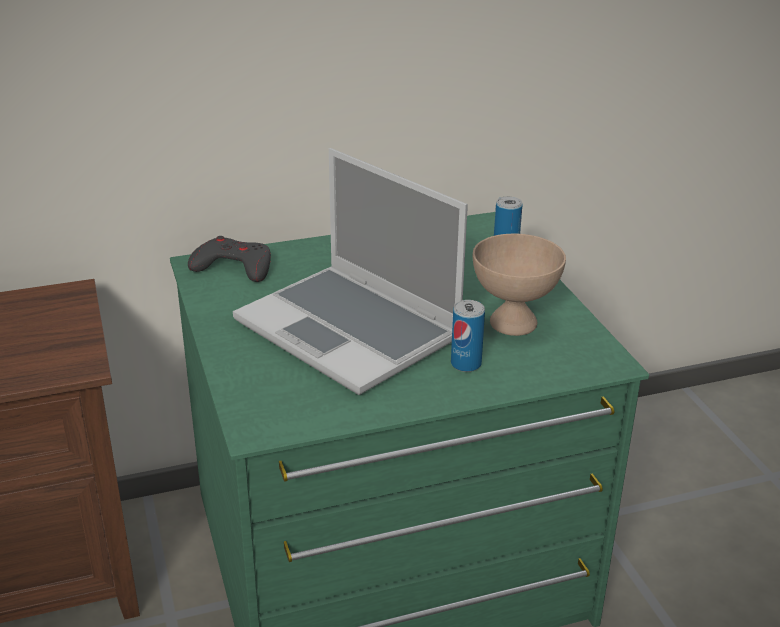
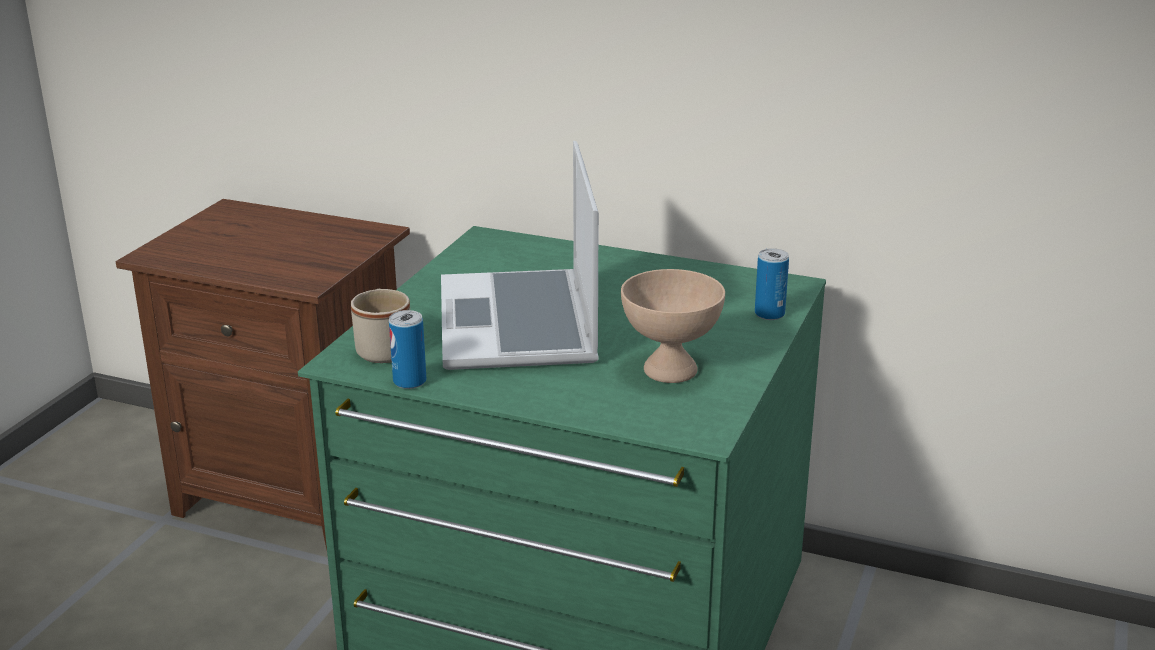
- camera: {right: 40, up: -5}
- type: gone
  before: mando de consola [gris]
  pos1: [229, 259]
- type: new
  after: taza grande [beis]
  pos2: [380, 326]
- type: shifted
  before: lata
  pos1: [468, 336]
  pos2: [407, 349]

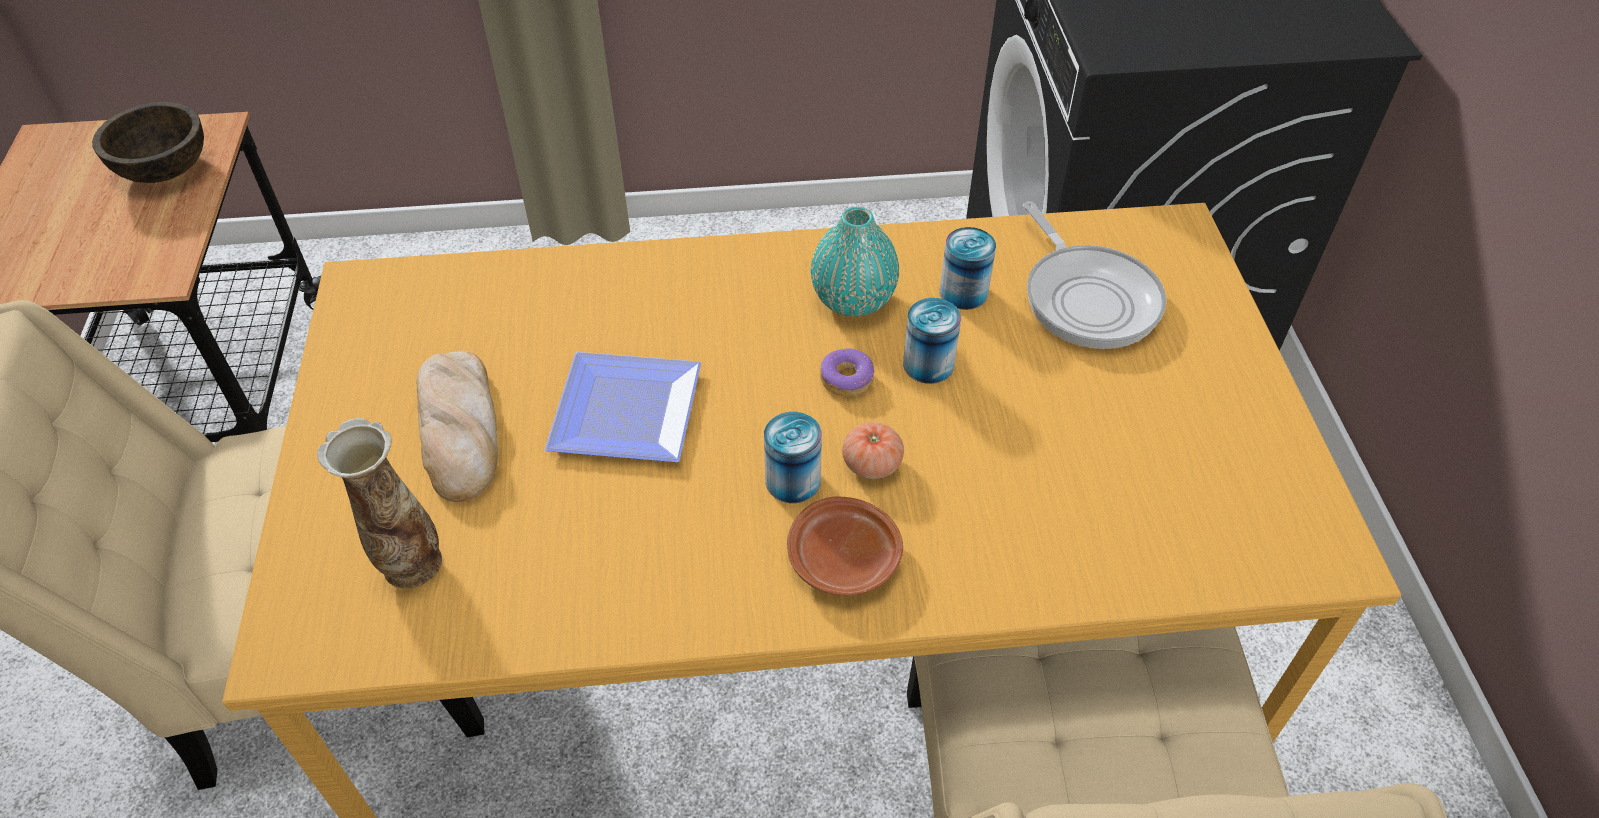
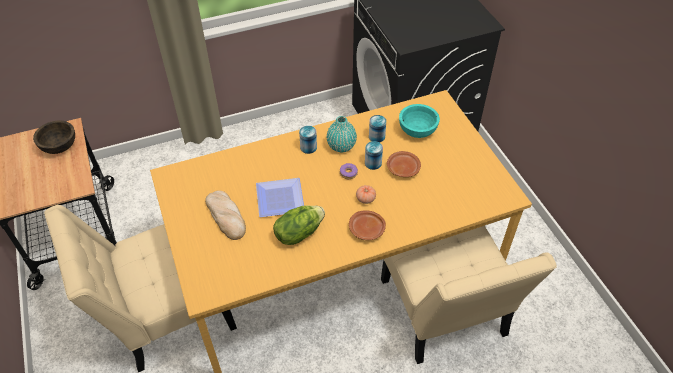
- camera: {right: -15, up: 0}
- type: gone
  before: florero
  pos1: [379, 503]
- type: new
  after: lechuga
  pos2: [299, 225]
- type: new
  after: plato [marrón]
  pos2: [404, 164]
- type: shifted
  before: lata
  pos1: [793, 457]
  pos2: [308, 140]
- type: swapped
  before: sartén
  after: cuenco [turquesa]
  pos1: [1094, 275]
  pos2: [419, 121]

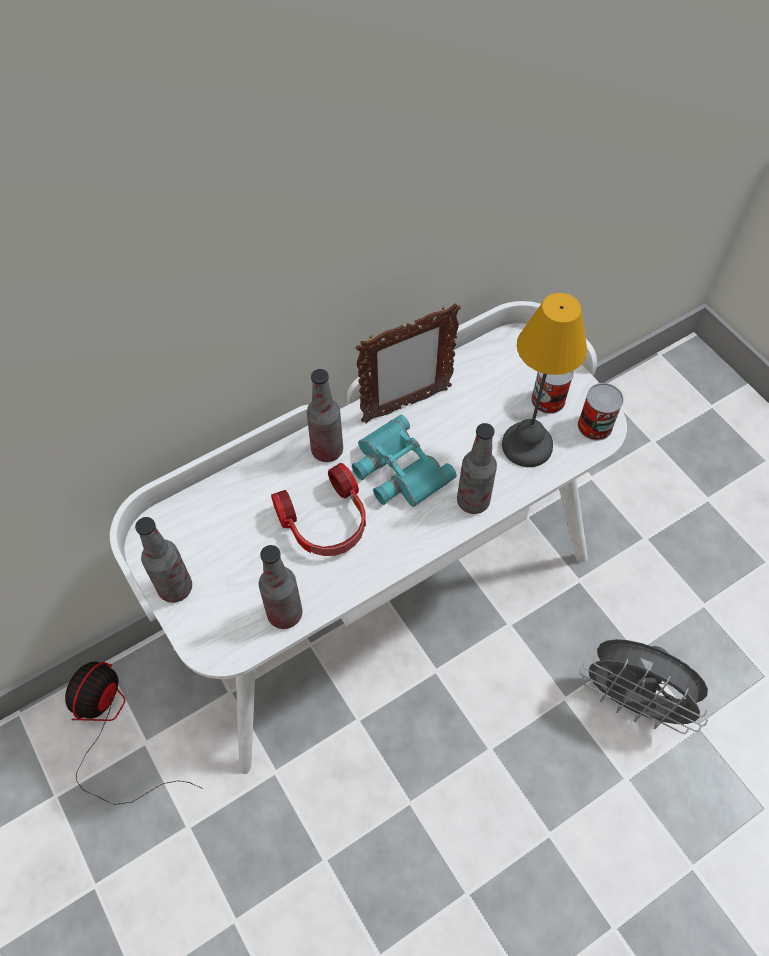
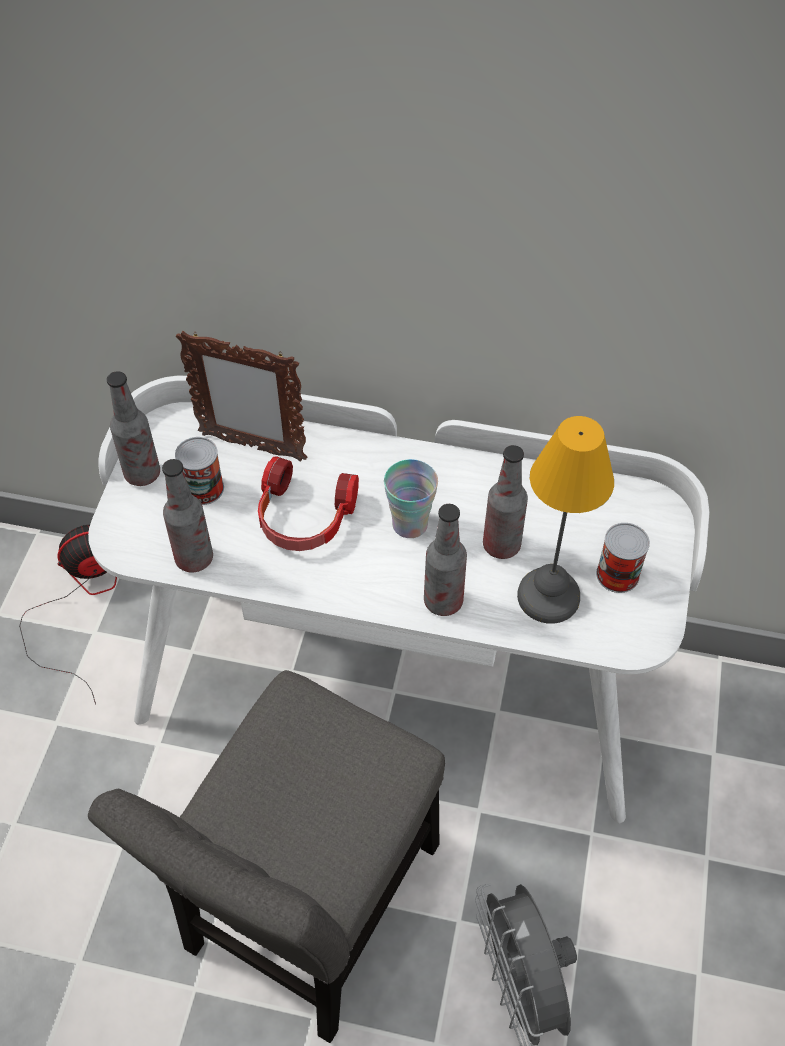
- camera: {right: 45, up: -5}
- type: new
  after: silla [gris]
  pos2: [266, 856]
- type: shifted
  before: botella
  pos1: [325, 415]
  pos2: [505, 502]
- type: shifted
  before: portarretratos
  pos1: [408, 363]
  pos2: [241, 396]
- type: shifted
  before: lata
  pos1: [601, 412]
  pos2: [199, 471]
- type: swapped
  before: prismáticos [turquesa]
  after: taza
  pos1: [404, 461]
  pos2: [411, 498]

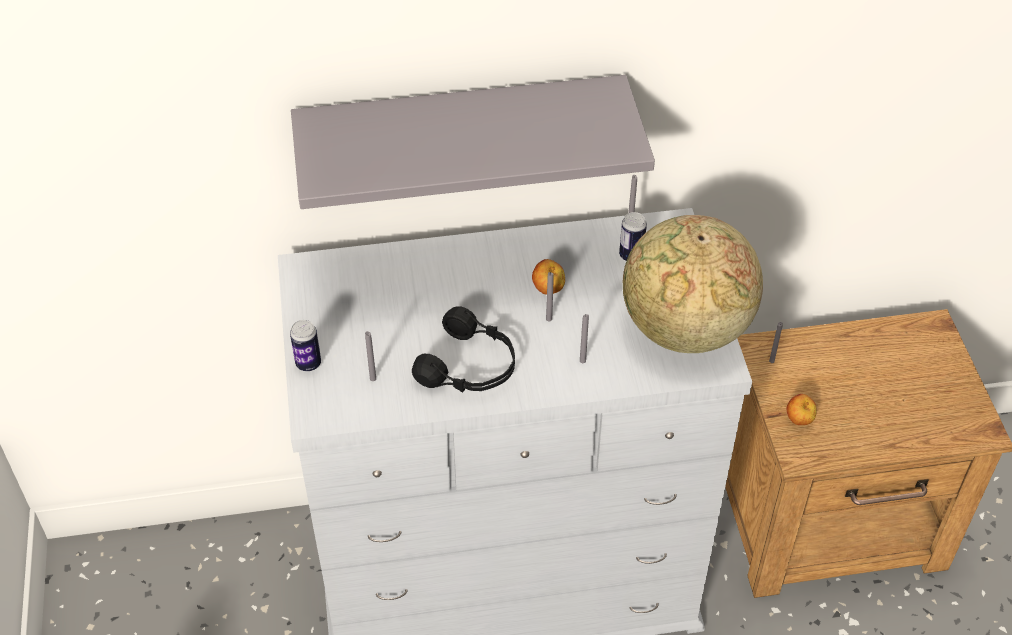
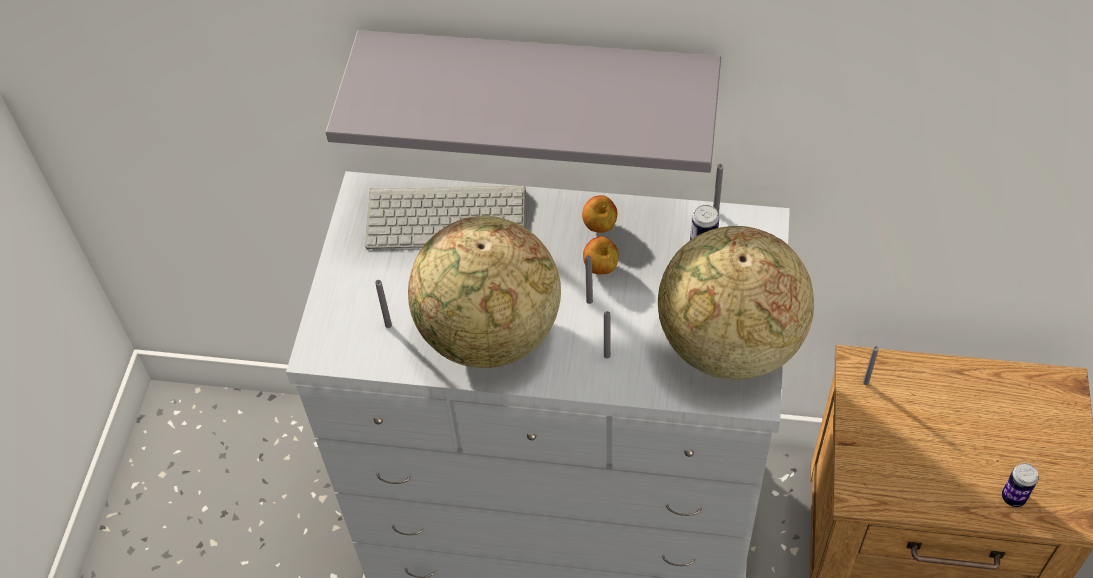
- camera: {right: 20, up: 5}
- type: new
  after: teclado
  pos2: [445, 217]
- type: shifted
  before: lata
  pos1: [305, 345]
  pos2: [1020, 485]
- type: shifted
  before: manzana
  pos1: [802, 409]
  pos2: [600, 214]
- type: swapped
  before: auriculares [negro]
  after: globo terráqueo
  pos1: [463, 349]
  pos2: [484, 292]

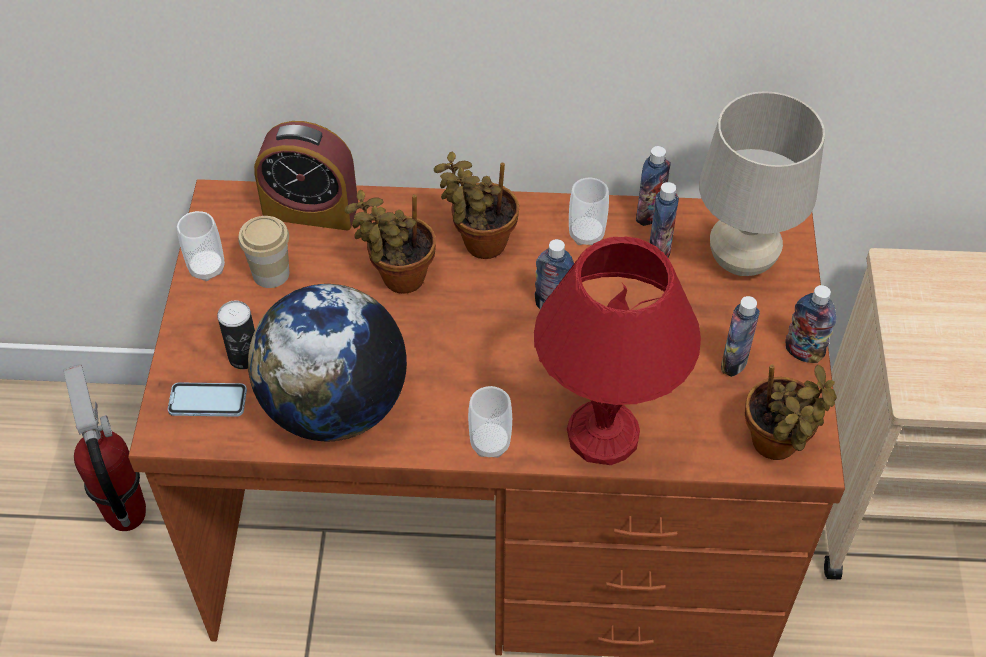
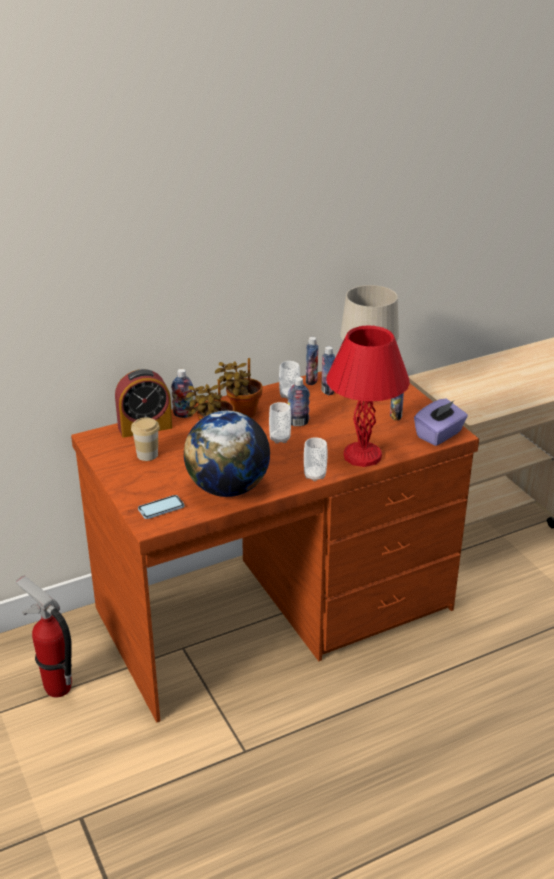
- camera: {right: -30, up: -20}
- type: gone
  before: lata
  pos1: [236, 335]
- type: shifted
  before: taza
  pos1: [201, 246]
  pos2: [280, 423]
- type: shifted
  before: botella
  pos1: [811, 324]
  pos2: [182, 393]
- type: swapped
  before: planta en maceta
  after: caja de pañuelos [morado]
  pos1: [791, 412]
  pos2: [441, 422]

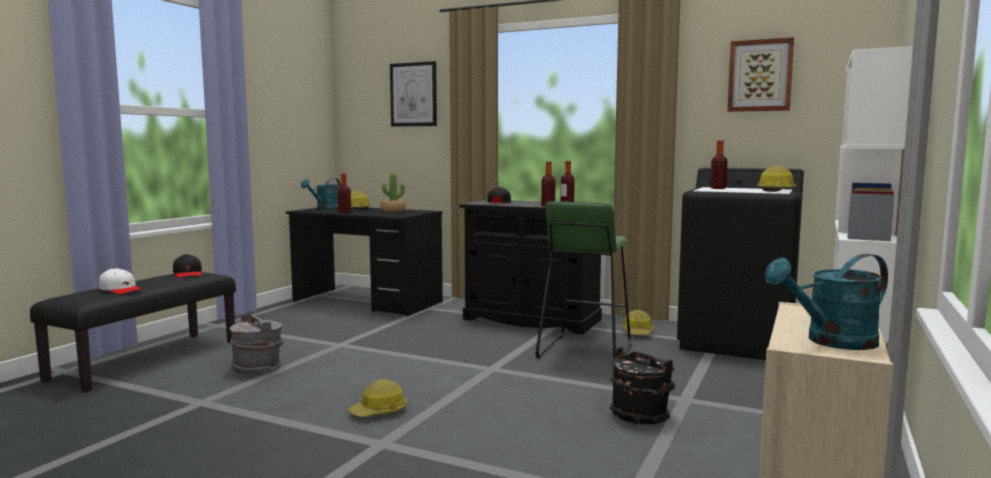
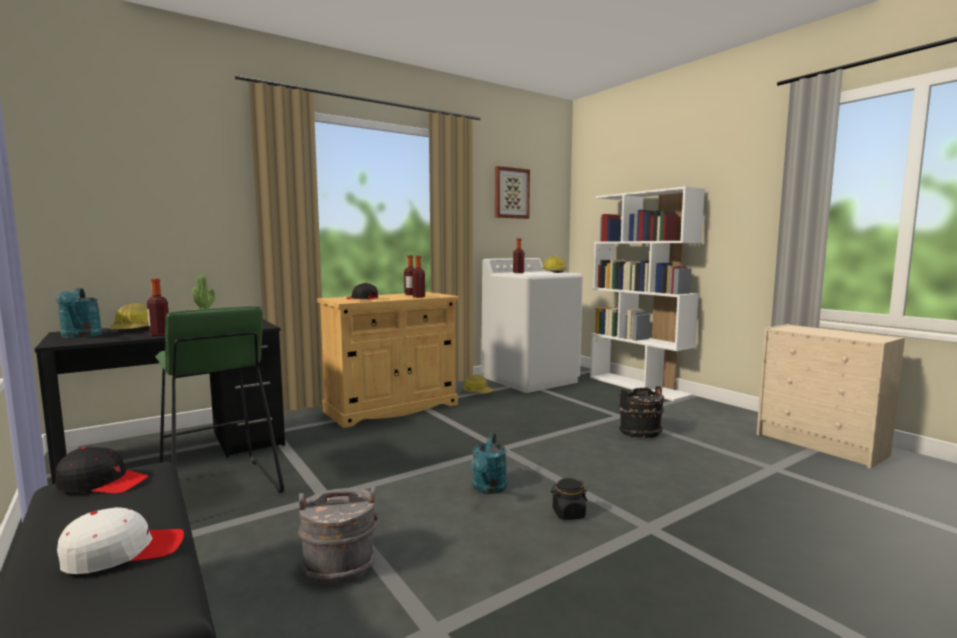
- camera: {right: -60, up: 0}
- type: gone
  before: cuadro
  pos1: [413, 94]
- type: shifted
  before: taburete [verde]
  pos1: [583, 280]
  pos2: [219, 399]
- type: shifted
  before: regadera [turquesa]
  pos1: [826, 302]
  pos2: [489, 463]
- type: swapped
  before: casco
  after: tarro [negro]
  pos1: [377, 398]
  pos2: [569, 499]
- type: repainted
  before: armario [negro]
  after: armario [beis]
  pos1: [531, 267]
  pos2: [388, 360]
- type: repainted
  before: lavadora [negro]
  after: lavadora [blanco]
  pos1: [740, 264]
  pos2: [532, 325]

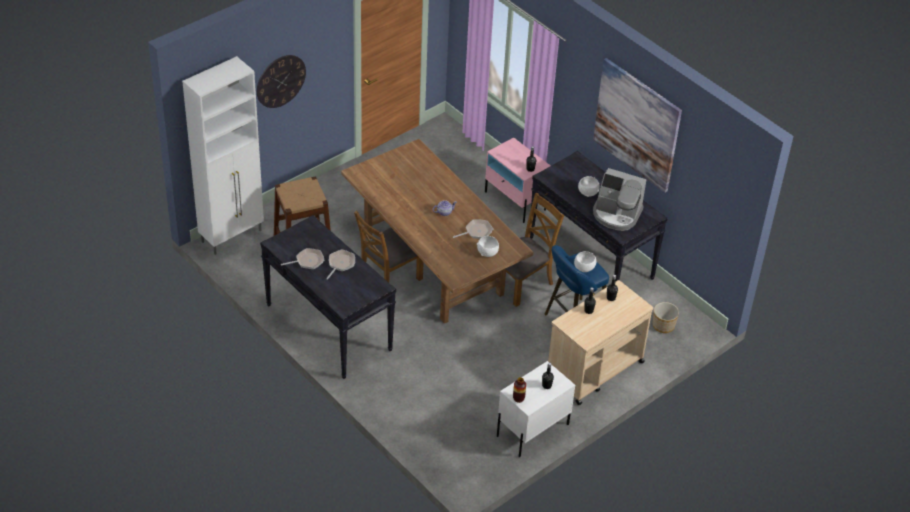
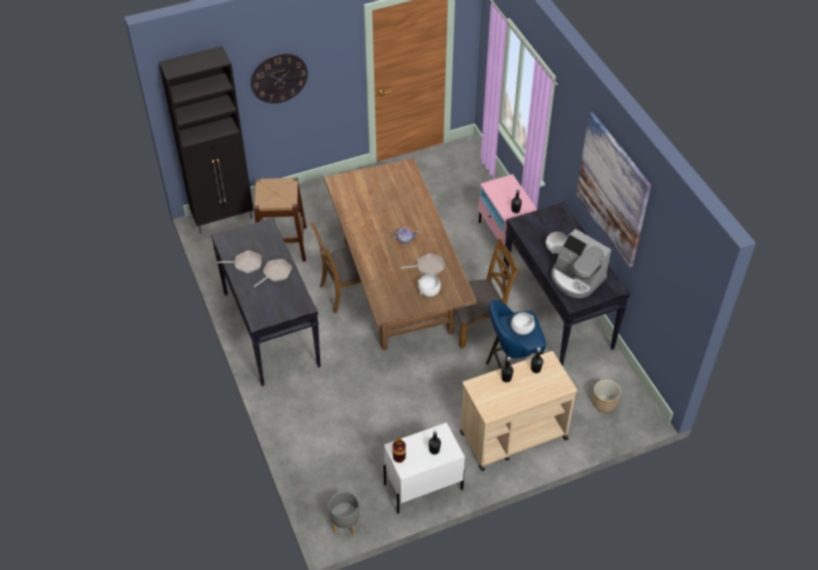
- camera: {right: 20, up: 5}
- type: new
  after: maceta [gris]
  pos2: [344, 513]
- type: repainted
  before: armario [blanco]
  after: armario [negro]
  pos1: [223, 155]
  pos2: [206, 140]

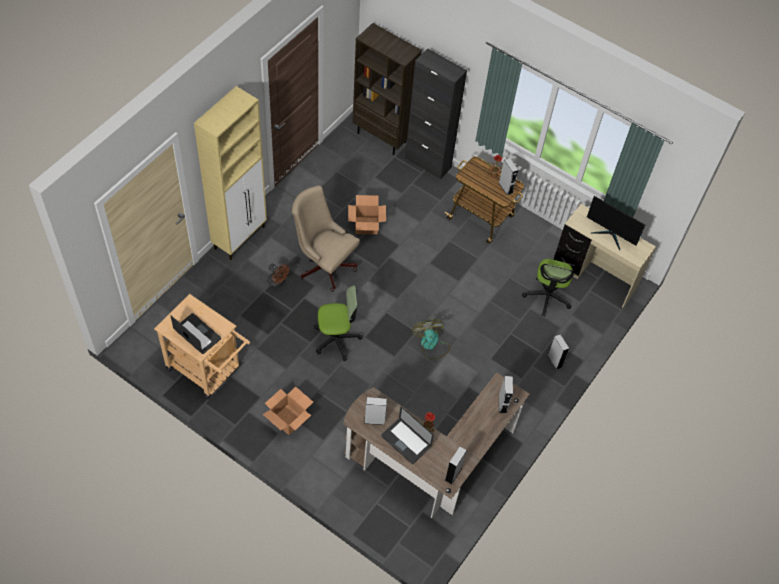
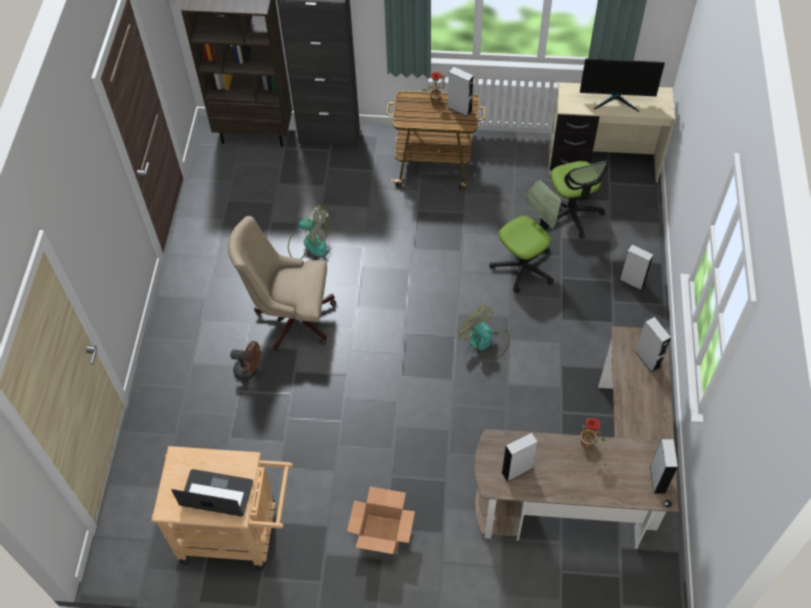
- camera: {right: -25, up: 0}
- type: gone
  before: armario [beis]
  pos1: [230, 173]
- type: gone
  before: portátil
  pos1: [407, 435]
- type: shifted
  before: silla de oficina
  pos1: [338, 323]
  pos2: [525, 236]
- type: swapped
  before: caja de cartón
  after: ventilador
  pos1: [367, 214]
  pos2: [309, 232]

